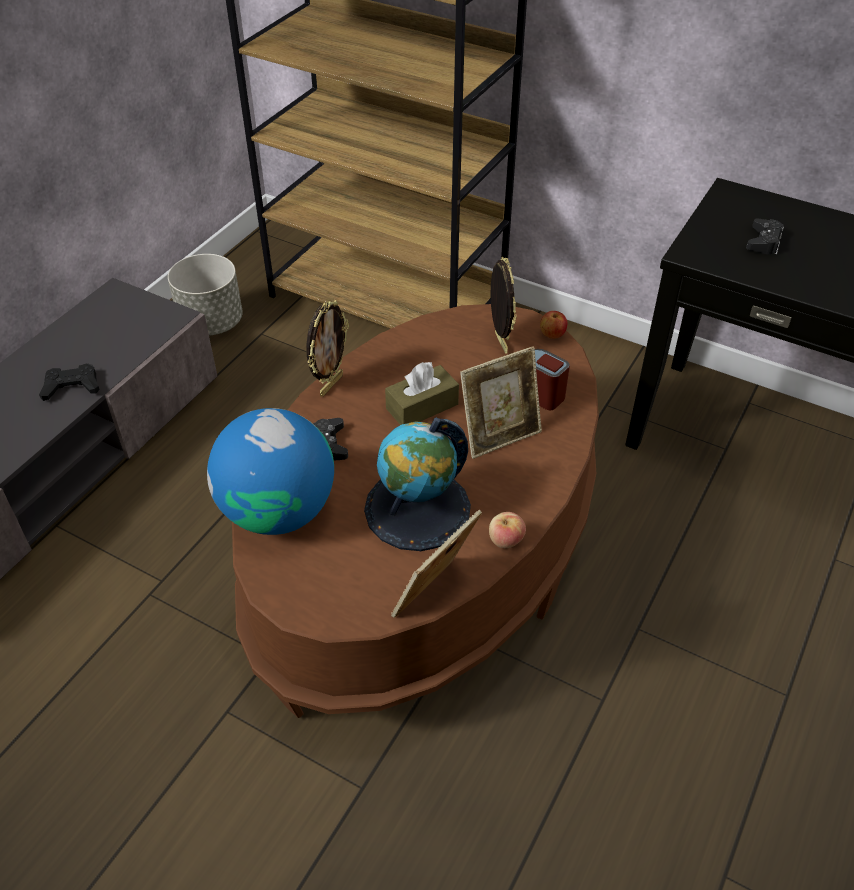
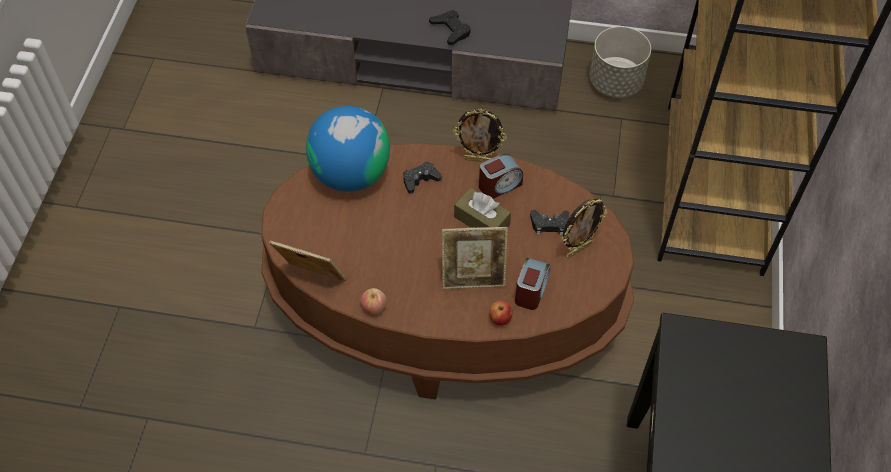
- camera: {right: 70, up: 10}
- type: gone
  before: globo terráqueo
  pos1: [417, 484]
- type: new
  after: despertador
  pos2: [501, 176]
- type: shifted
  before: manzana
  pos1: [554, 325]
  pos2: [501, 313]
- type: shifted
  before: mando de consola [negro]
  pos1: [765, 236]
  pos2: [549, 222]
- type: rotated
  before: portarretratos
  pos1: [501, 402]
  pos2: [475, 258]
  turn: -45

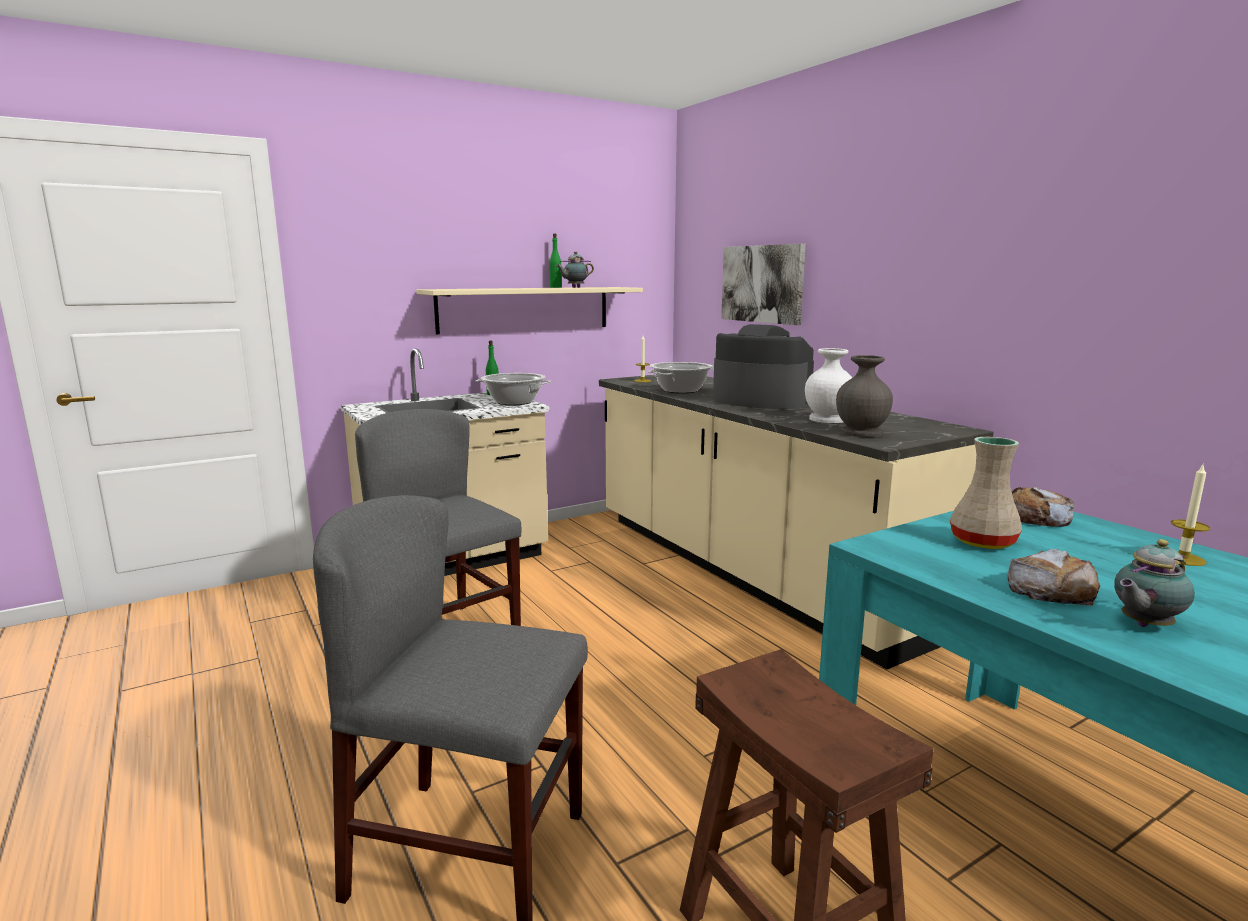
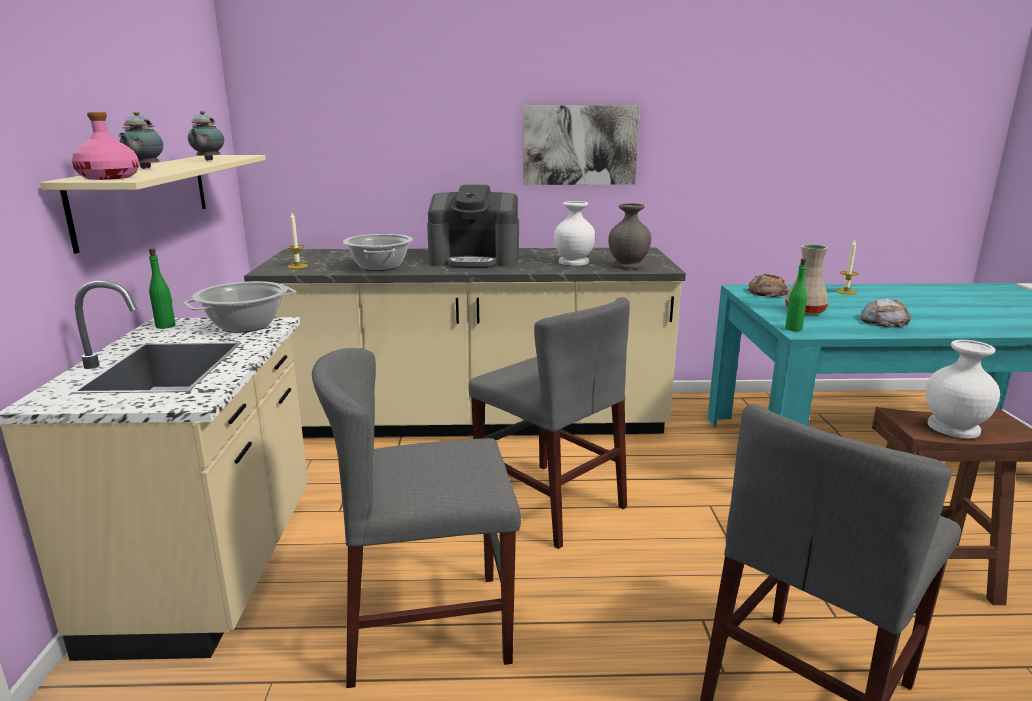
- camera: {right: -60, up: 5}
- type: new
  after: botella [rosa]
  pos2: [105, 146]
- type: new
  after: silla [gris]
  pos2: [549, 423]
- type: new
  after: florero [blanco]
  pos2: [963, 389]
- type: shifted
  before: botella [verde]
  pos1: [555, 260]
  pos2: [796, 295]
- type: shifted
  before: cuadro
  pos1: [763, 284]
  pos2: [581, 145]
- type: shifted
  before: tetera
  pos1: [1154, 583]
  pos2: [140, 140]
- type: rotated
  before: cafetera
  pos1: [763, 366]
  pos2: [473, 226]
  turn: -150

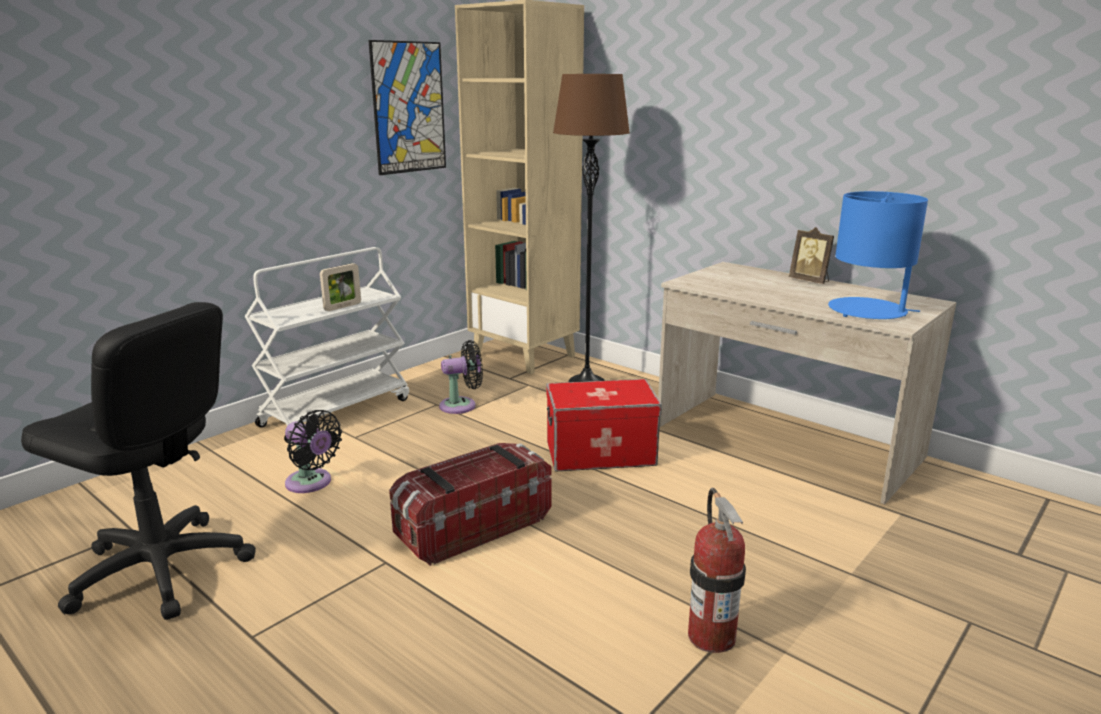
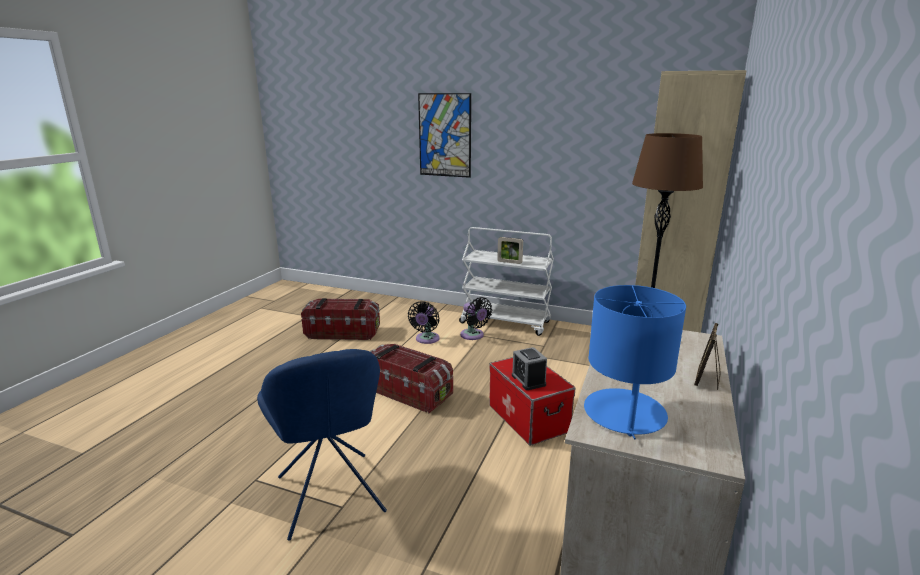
- camera: {right: 70, up: 0}
- type: new
  after: despertador
  pos2: [529, 368]
- type: shifted
  before: cuadro
  pos1: [407, 107]
  pos2: [444, 135]
- type: shifted
  before: ventilador [negro]
  pos1: [461, 377]
  pos2: [476, 318]
- type: swapped
  before: silla de oficina [negro]
  after: caja de almacenaje
  pos1: [138, 461]
  pos2: [340, 319]
- type: swapped
  before: extintor
  after: silla [azul]
  pos1: [717, 570]
  pos2: [322, 445]

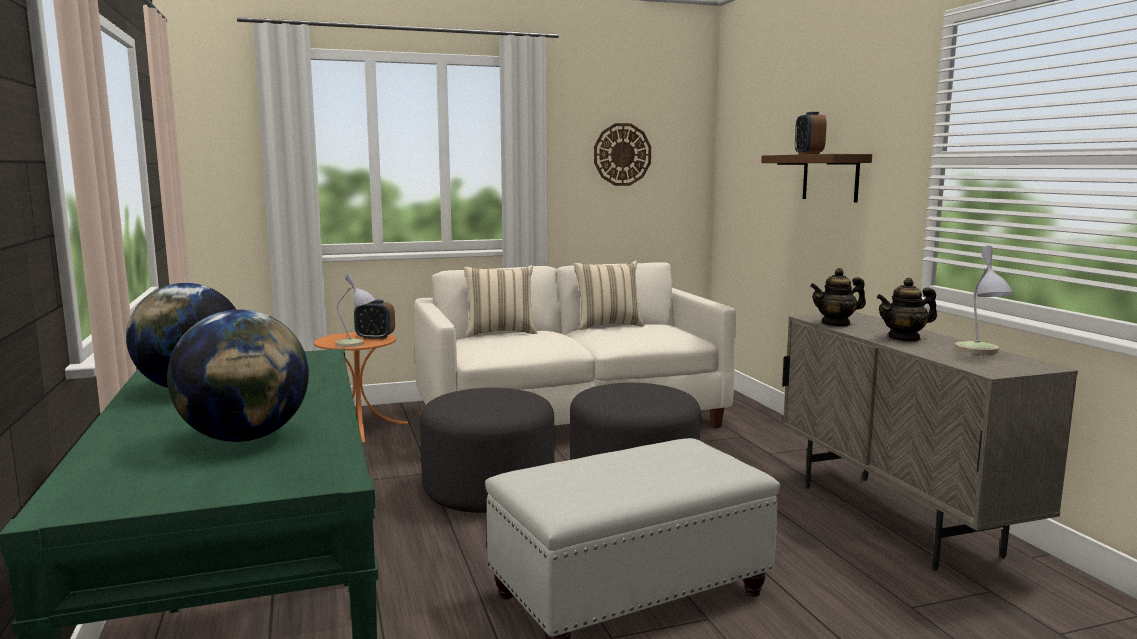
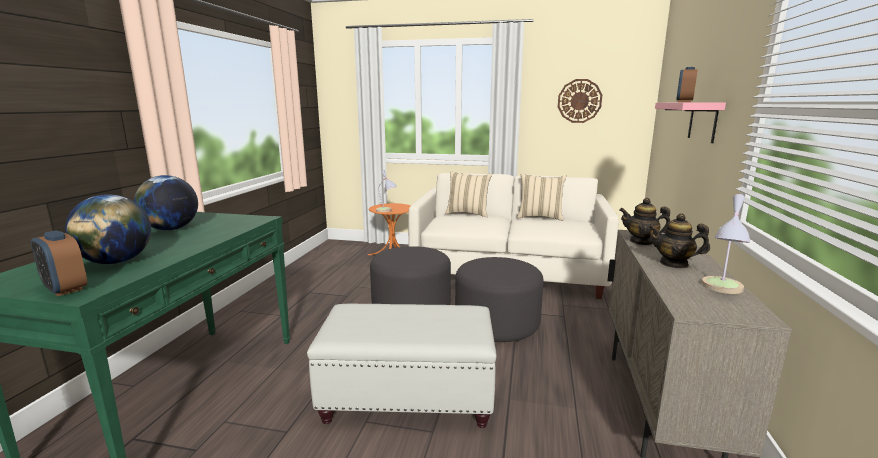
- camera: {right: 30, up: 5}
- type: shifted
  before: despertador
  pos1: [374, 320]
  pos2: [59, 263]
- type: repainted
  before: estante [marrón]
  after: estante [rosa]
  pos1: [816, 178]
  pos2: [690, 123]

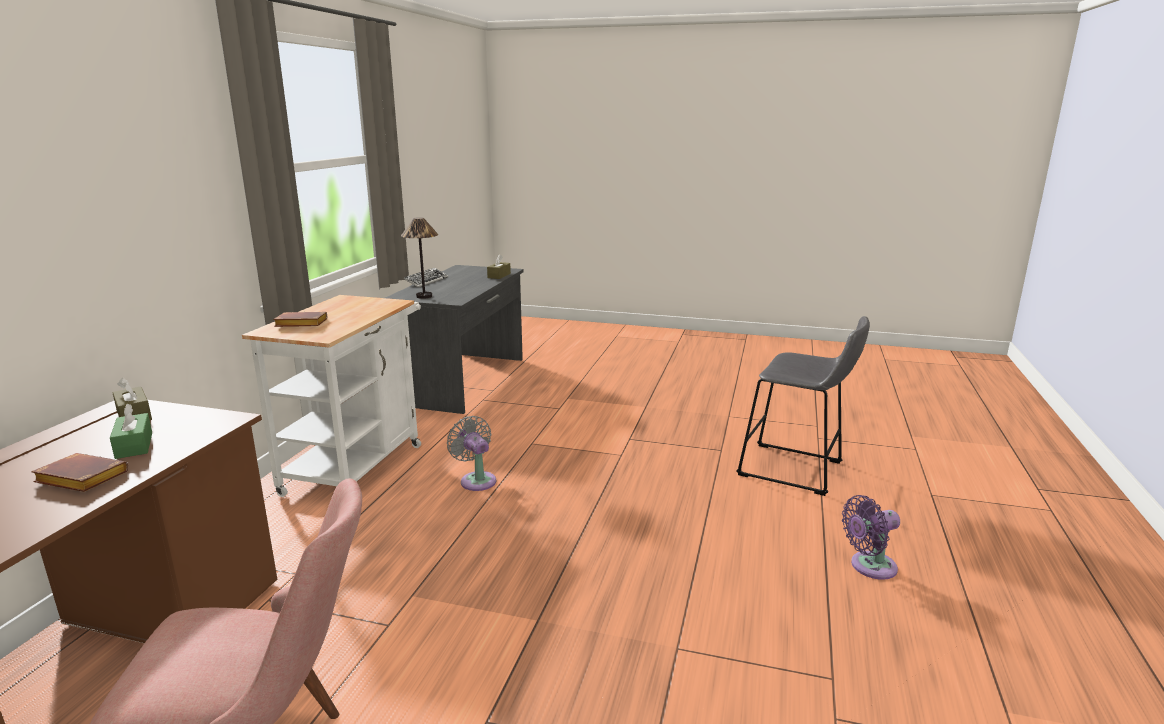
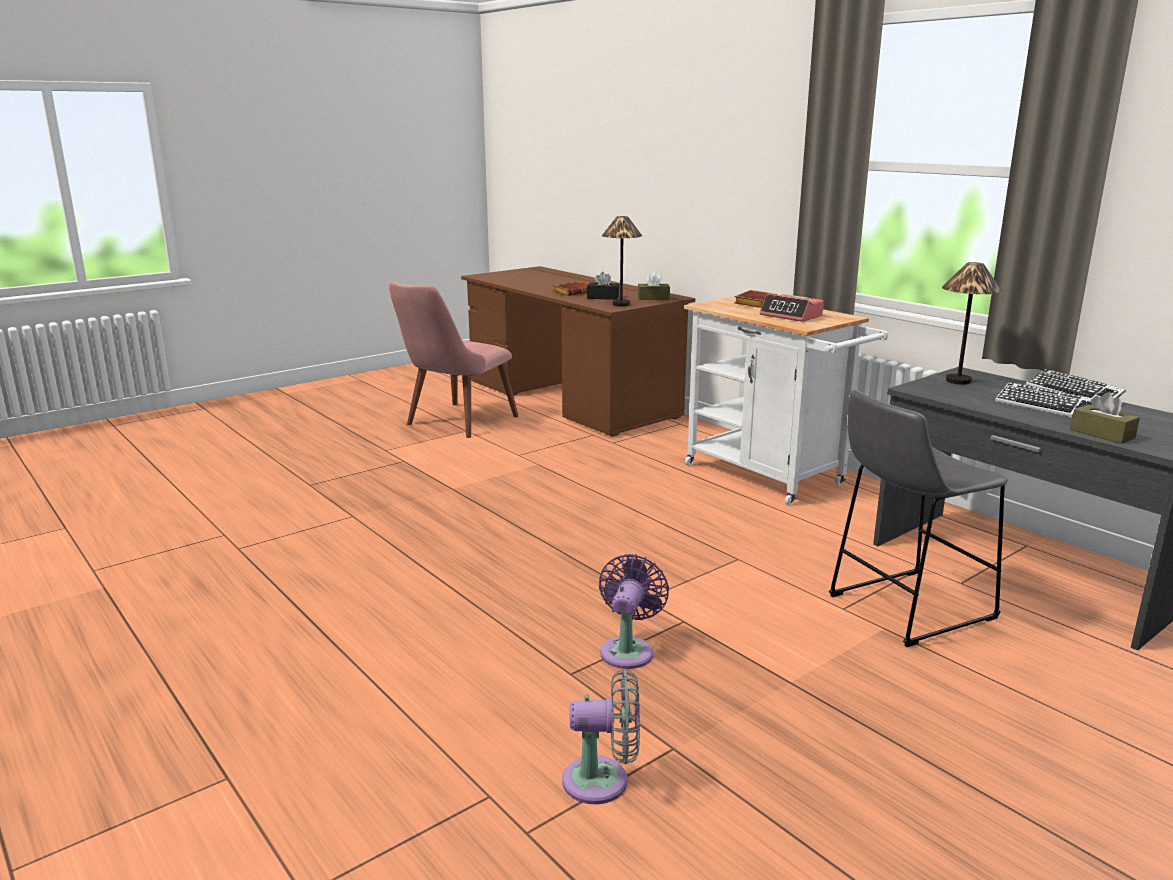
- camera: {right: 125, up: 0}
- type: new
  after: lámpara de mesa
  pos2: [622, 261]
- type: new
  after: despertador
  pos2: [792, 308]
- type: new
  after: teclado
  pos2: [1045, 400]
- type: shifted
  before: ventilador [gris]
  pos1: [471, 453]
  pos2: [601, 737]
- type: shifted
  before: taburete [gris]
  pos1: [803, 406]
  pos2: [918, 518]
- type: shifted
  before: ventilador [morado]
  pos1: [871, 537]
  pos2: [634, 611]
- type: repainted
  before: caja de pañuelos [verde]
  after: caja de pañuelos [negro]
  pos1: [131, 431]
  pos2: [603, 286]

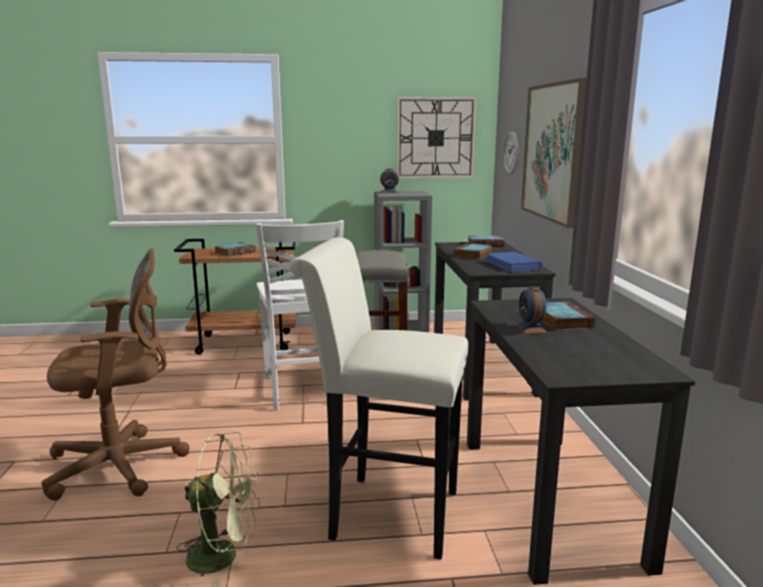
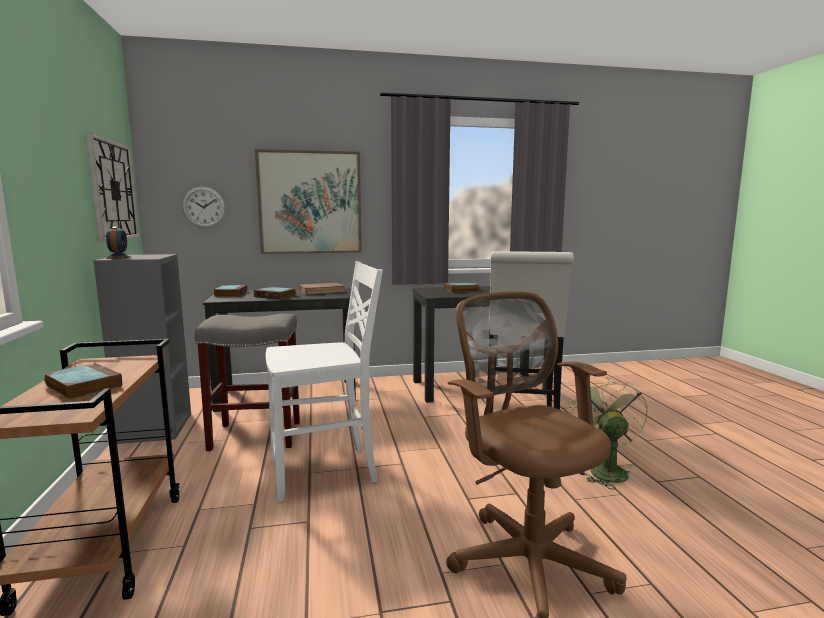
- camera: {right: -95, up: -5}
- type: gone
  before: despertador
  pos1: [531, 310]
- type: repainted
  before: libro [azul]
  after: libro [marrón]
  pos1: [514, 262]
  pos2: [323, 289]

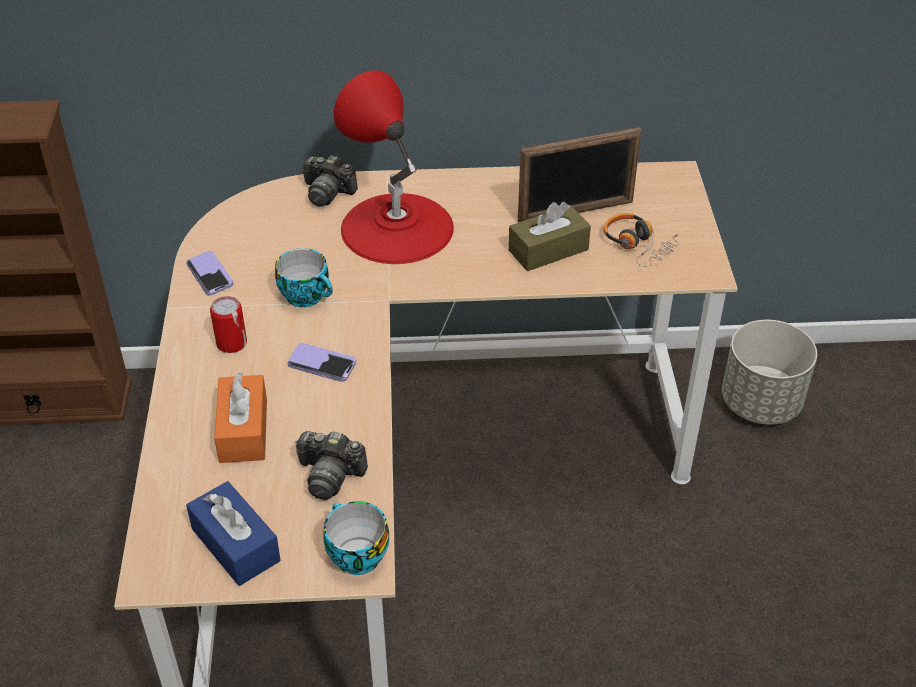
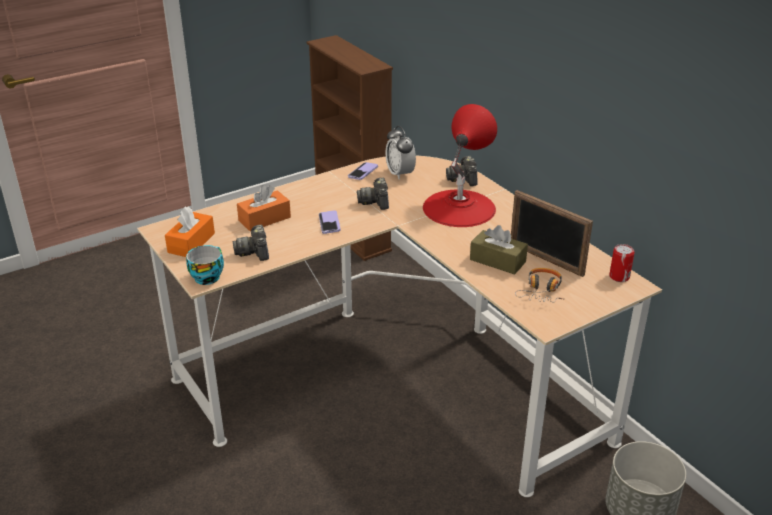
- camera: {right: 60, up: -10}
- type: new
  after: despertador
  pos2: [401, 153]
- type: shifted
  before: lata
  pos1: [228, 324]
  pos2: [622, 263]
- type: swapped
  before: taza
  after: cámara
  pos1: [304, 277]
  pos2: [373, 194]
- type: repainted
  before: caja de pañuelos [azul]
  after: caja de pañuelos [naranja]
  pos1: [233, 533]
  pos2: [190, 231]

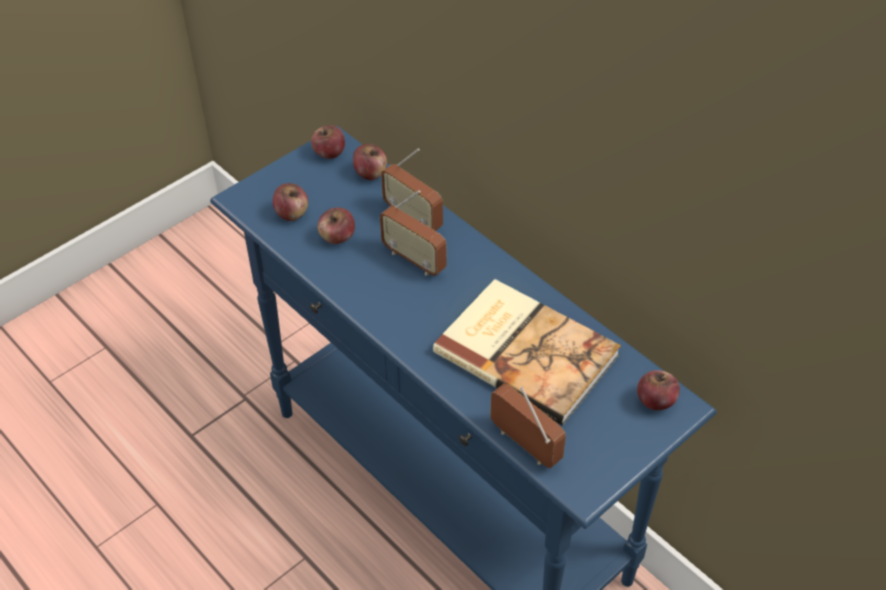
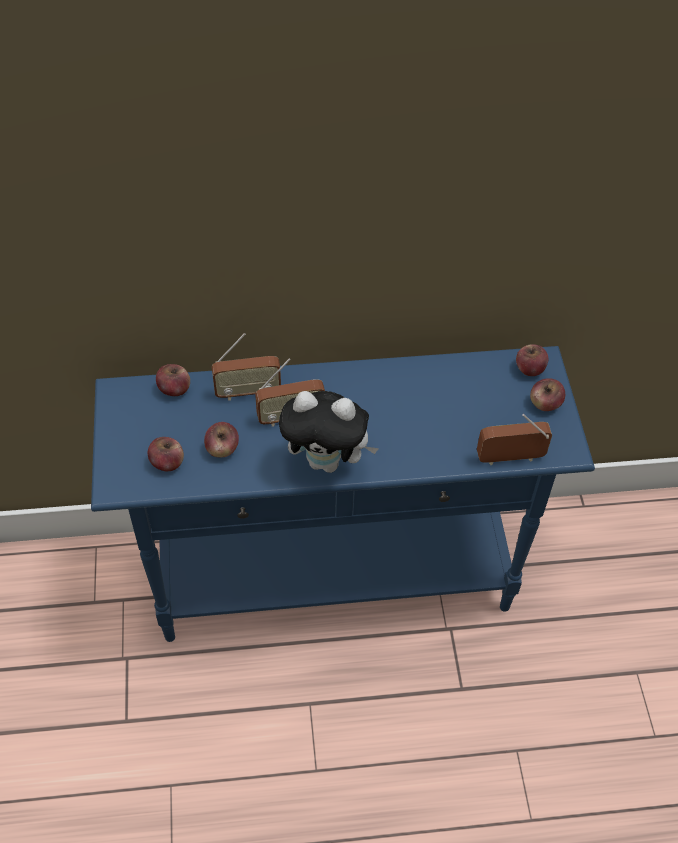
- camera: {right: -55, up: 5}
- type: gone
  before: libro
  pos1: [527, 352]
- type: new
  after: peluche
  pos2: [329, 432]
- type: shifted
  before: manzana
  pos1: [328, 142]
  pos2: [547, 394]

